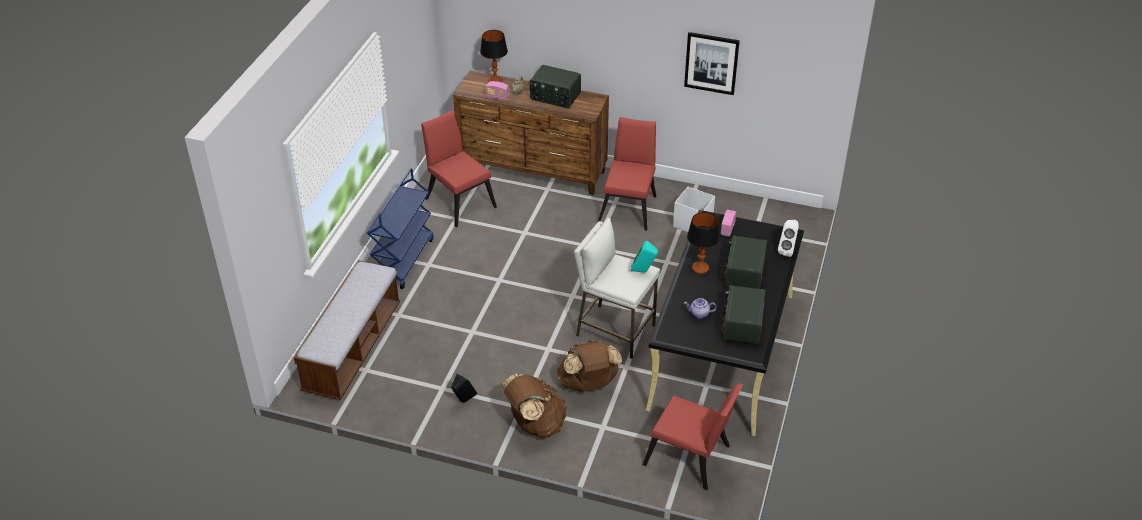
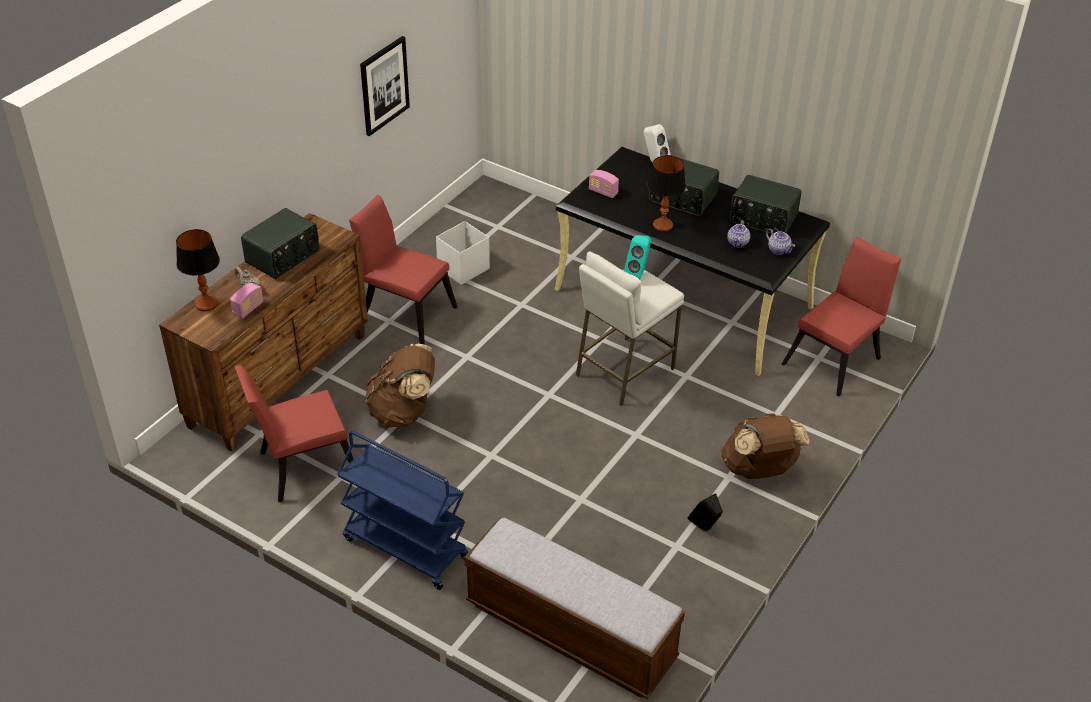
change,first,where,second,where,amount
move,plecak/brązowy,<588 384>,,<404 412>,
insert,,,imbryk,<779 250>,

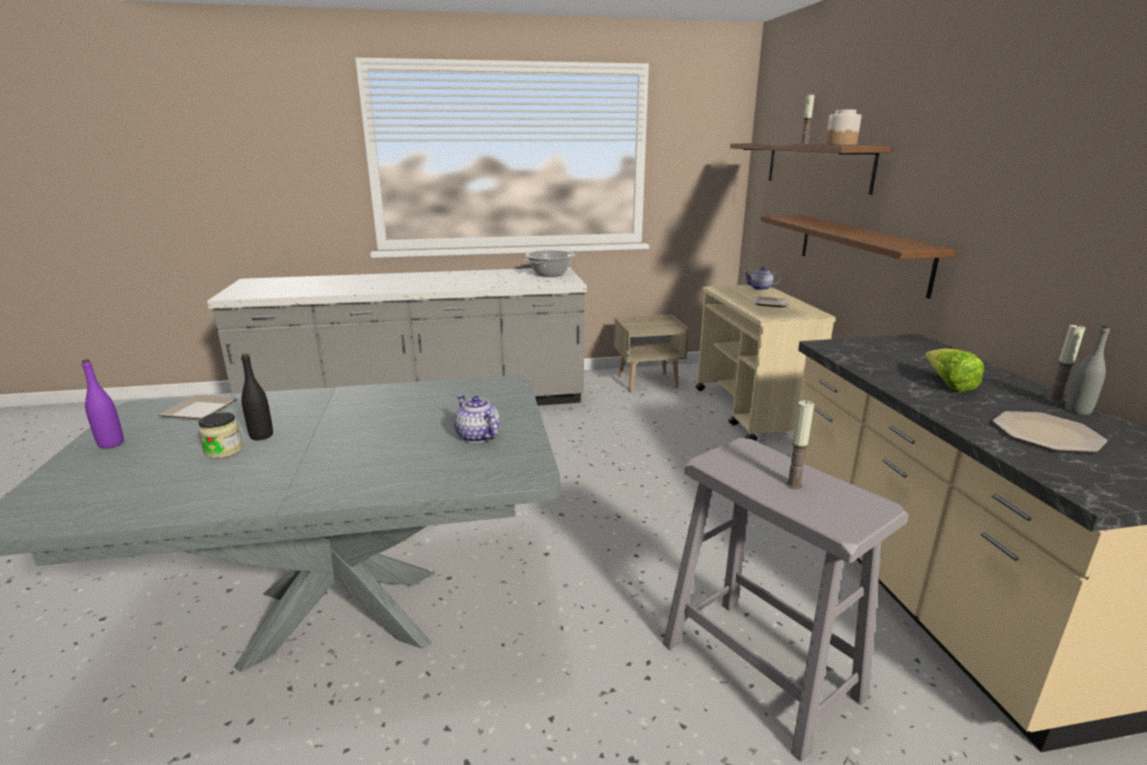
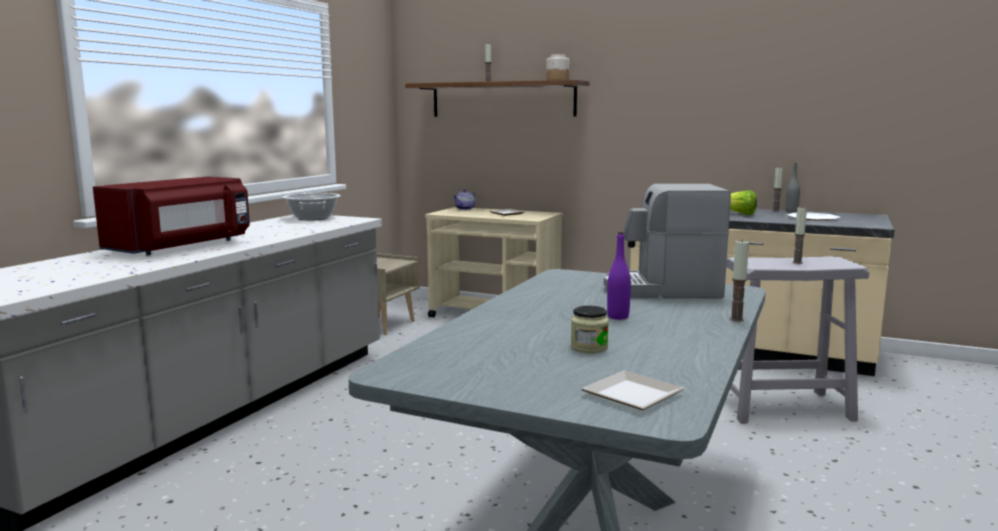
change,first,where,second,where,amount
insert,,,mikrofalówka/czerwony,<183 247>,
move,talerz,<197 411>,,<633 396>,
replace,imbryk,<477 436>,ekspres do kawy,<662 290>,
move,butelka/fioletowy,<111 444>,,<618 317>,
insert,,,świeca,<736 319>,
delete,butelka/czarny,<261 436>,,,
delete,półka,<860 251>,,,

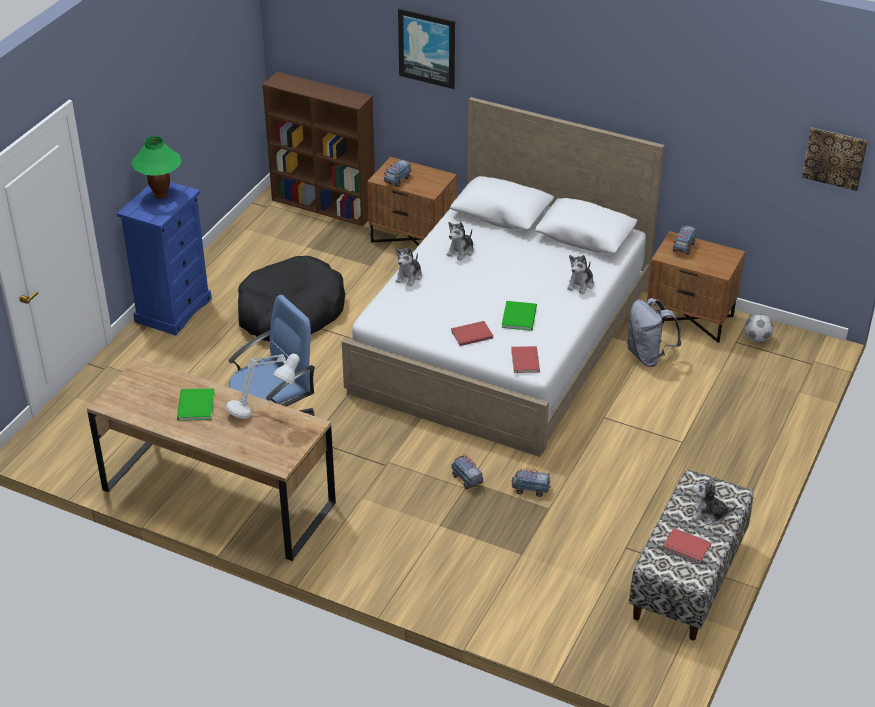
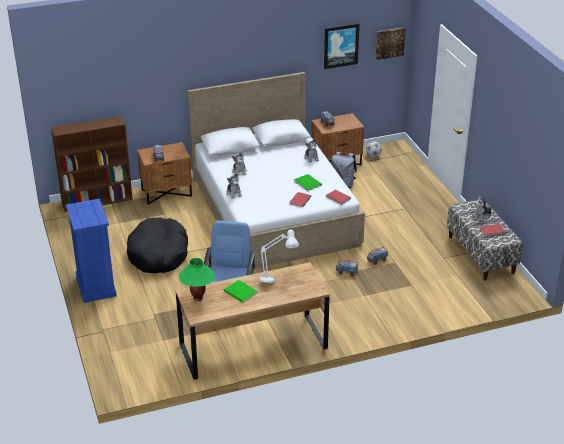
change,first,where,second,where,amount
move,lampa stołowa/zielony,<161 195>,,<198 298>,
move,obraz,<427 48>,,<341 45>,

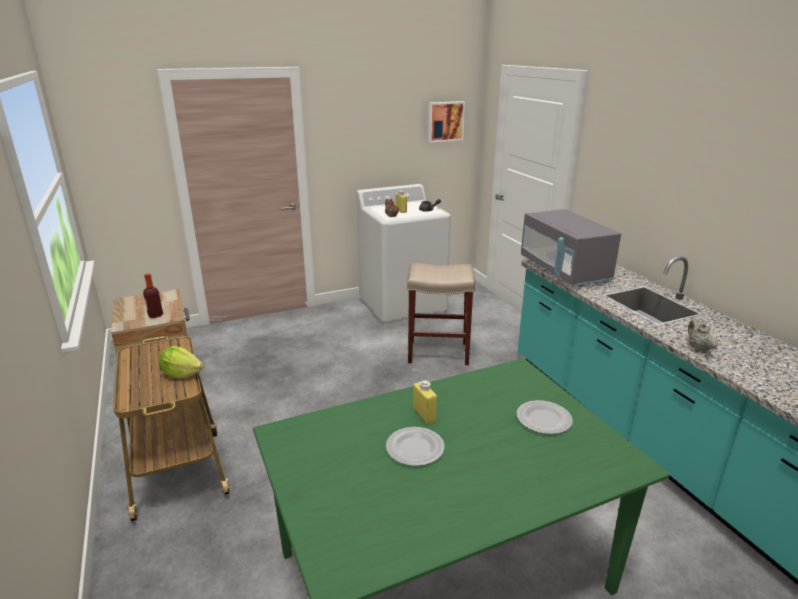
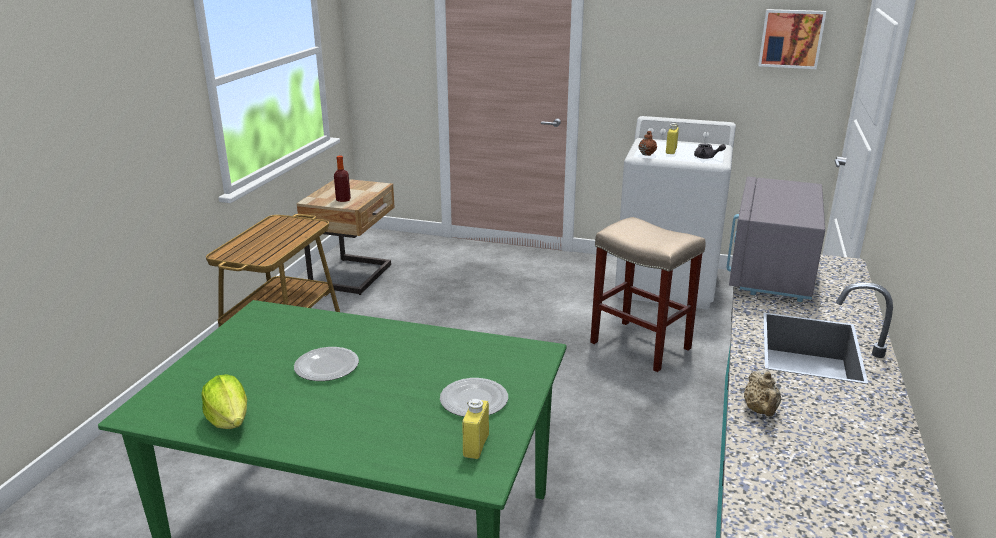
change,first,where,second,where,amount
move,sałata,<181 374>,,<229 420>,
move,butelka/żółty,<424 415>,,<476 446>,
rotate,imbryk/beżowy,<698 348>,,<760 411>,150 degrees clockwise

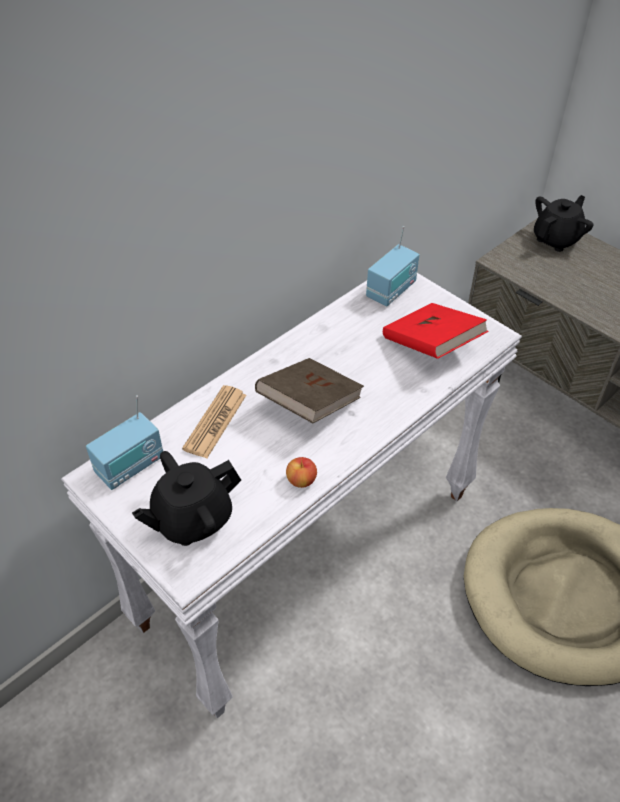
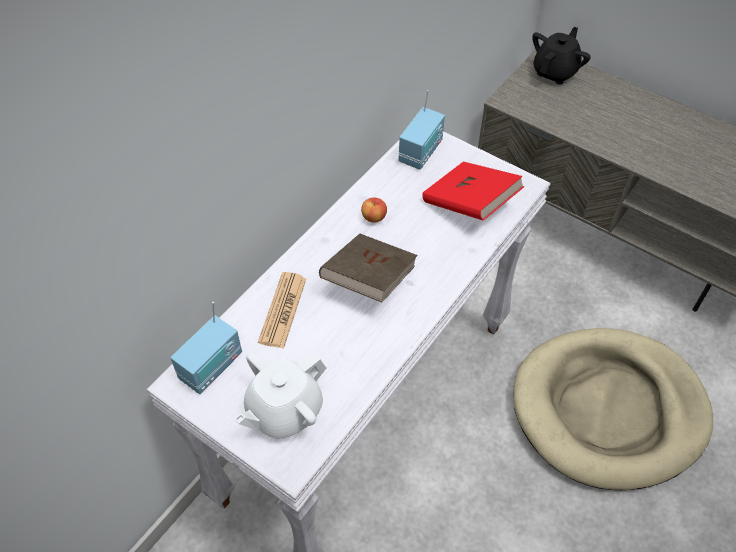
change,first,where,second,where,amount
recolor,imbryk/czarny,<192 519>,imbryk/biały,<284 411>,
move,jabłko,<301 480>,,<374 217>,

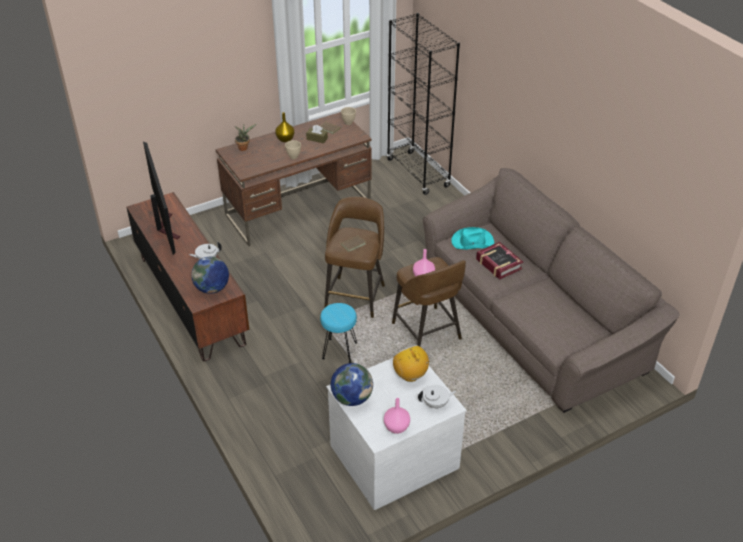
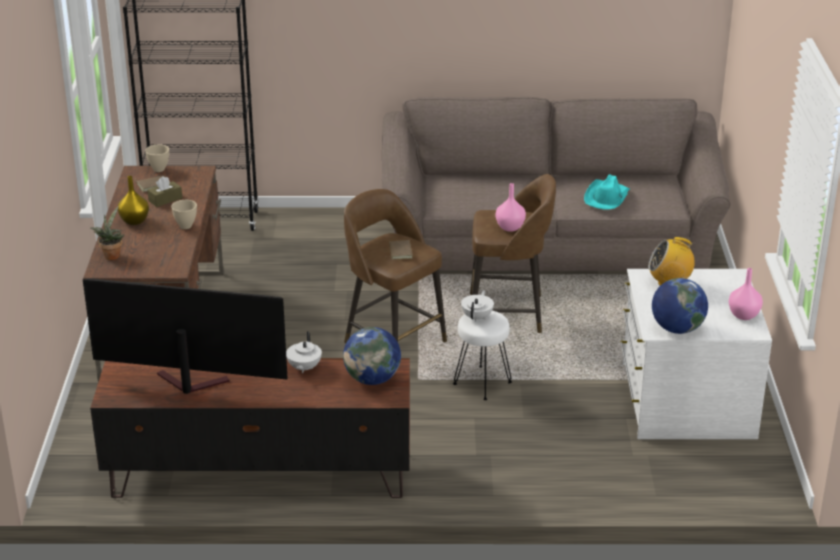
change,first,where,second,where,amount
recolor,stołek/turkusowy,<339 350>,stołek/biały,<481 383>,
move,imbryk/biały,<436 404>,,<477 317>,
move,kapelusz/turkusowy,<472 242>,,<606 197>,
delete,książka,<498 264>,,,

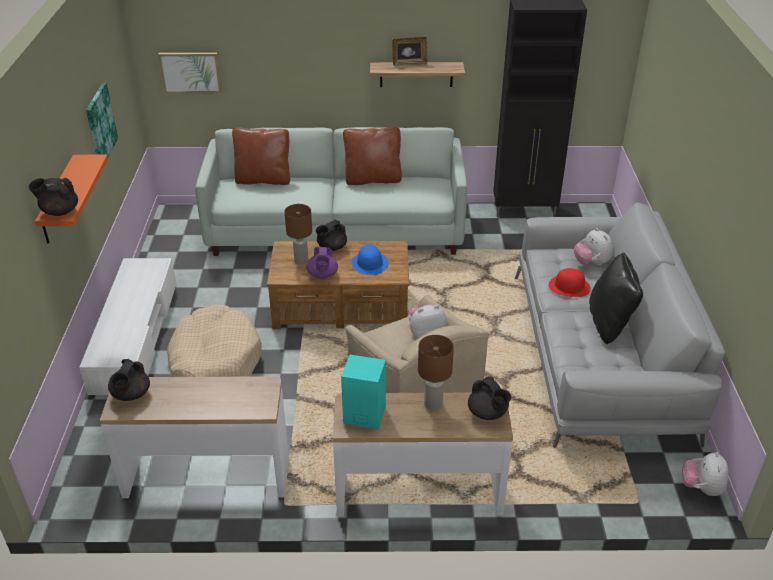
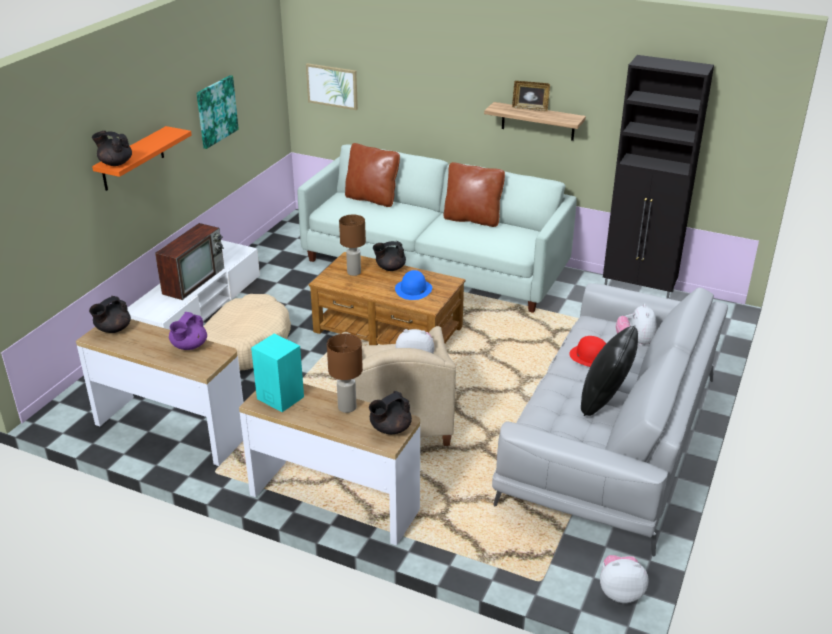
change,first,where,second,where,amount
insert,,,telewizor,<194 280>,
move,imbryk/fioletowy,<322 275>,,<189 346>,
rotate,imbryk/czarny,<488 413>,,<390 429>,60 degrees clockwise
rotate,pluszak,<701 488>,,<620 592>,60 degrees clockwise

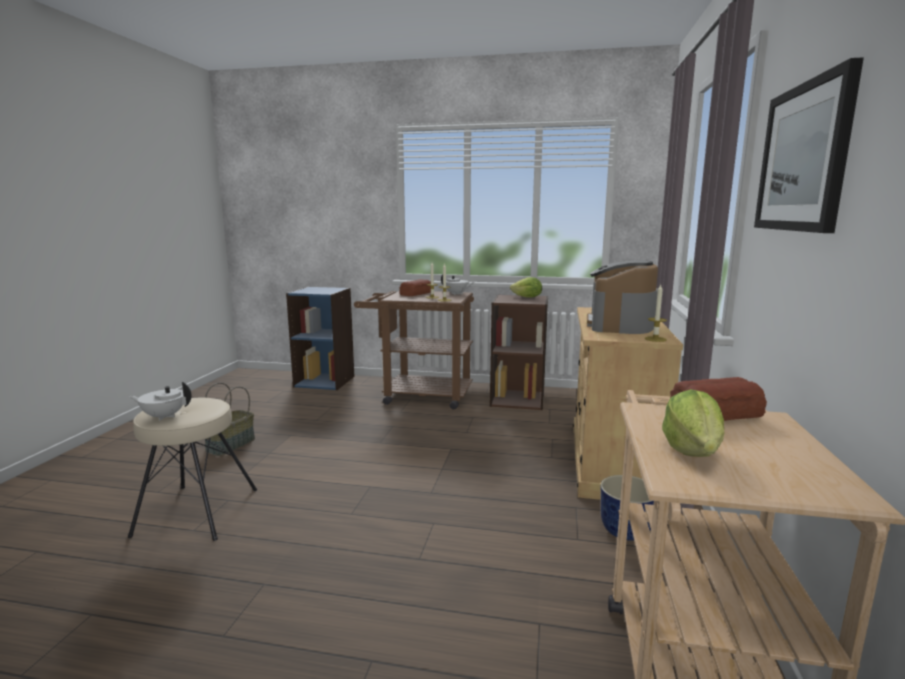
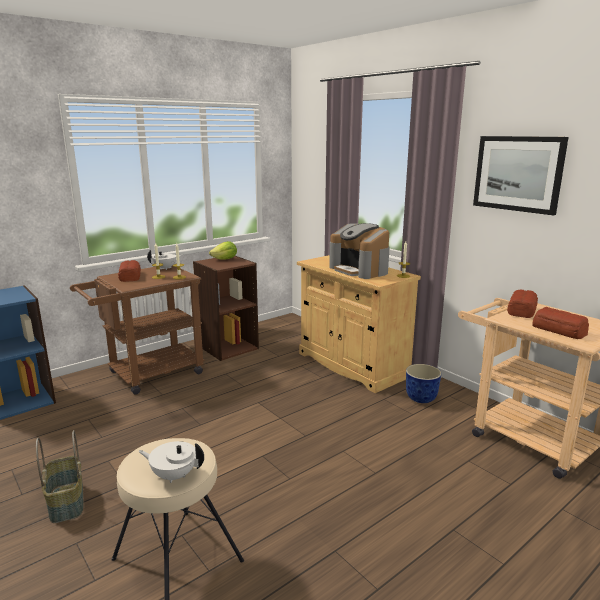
change,first,where,second,where,amount
rotate,imbryk/biały,<164 416>,,<174 475>,60 degrees clockwise
replace,sałata,<692 450>,chleb,<558 330>,

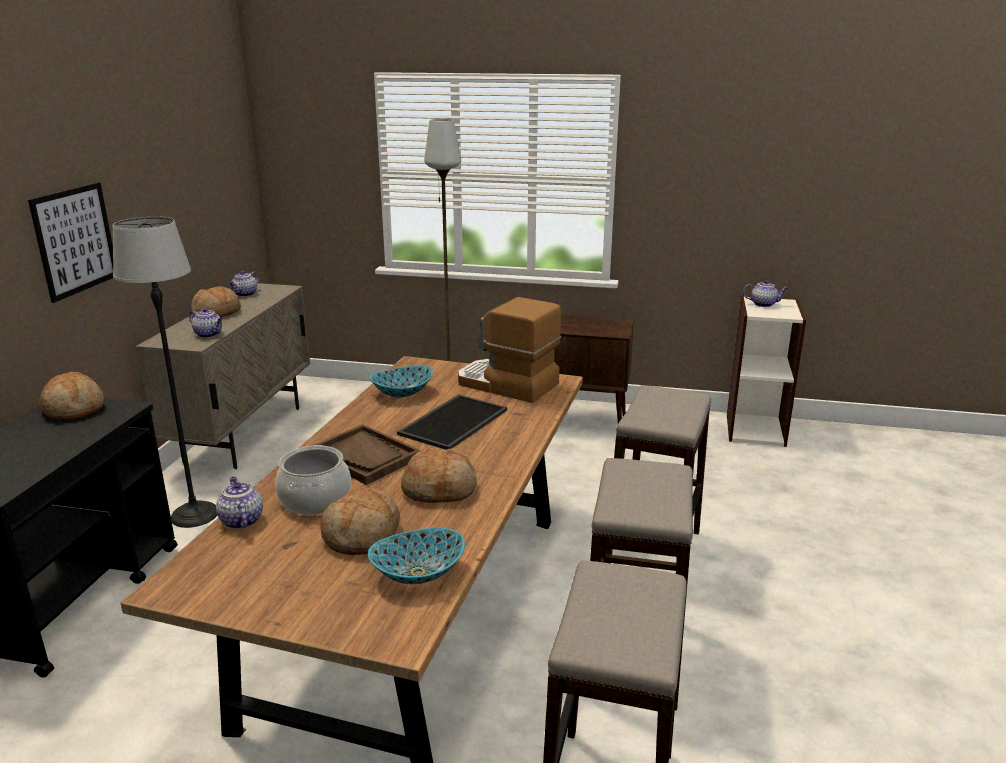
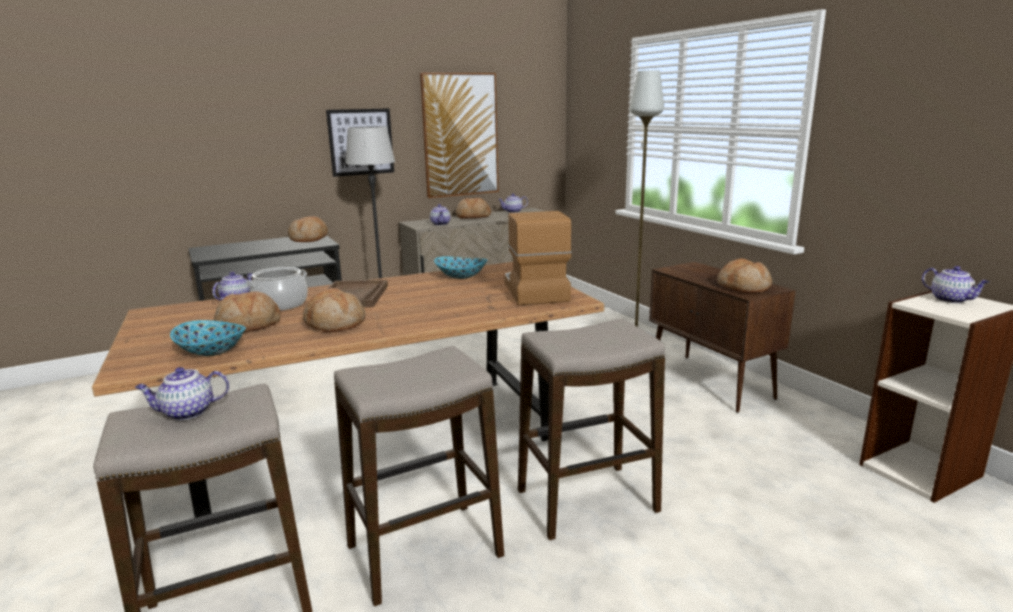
change,first,where,second,where,amount
insert,,,imbryk,<187 413>,
insert,,,obraz,<460 135>,
insert,,,chleb,<743 287>,
delete,taca,<453 421>,,,

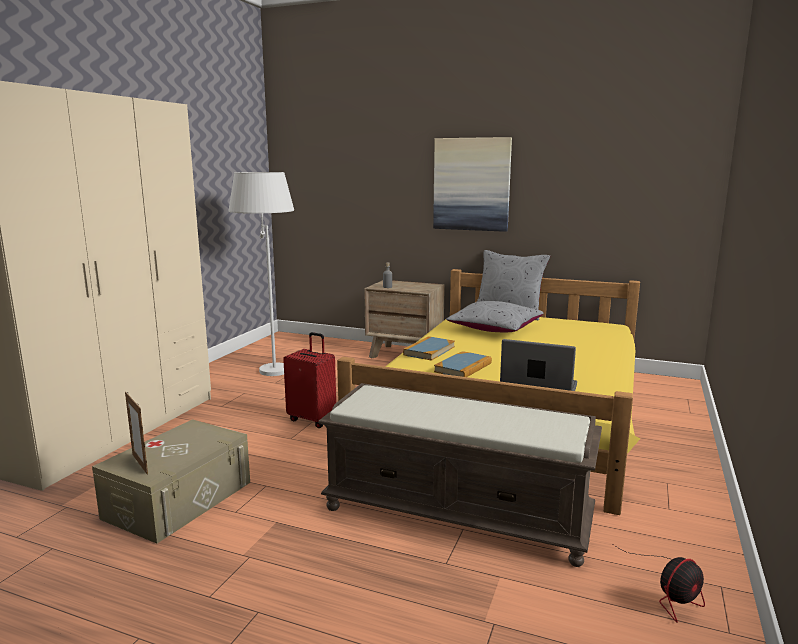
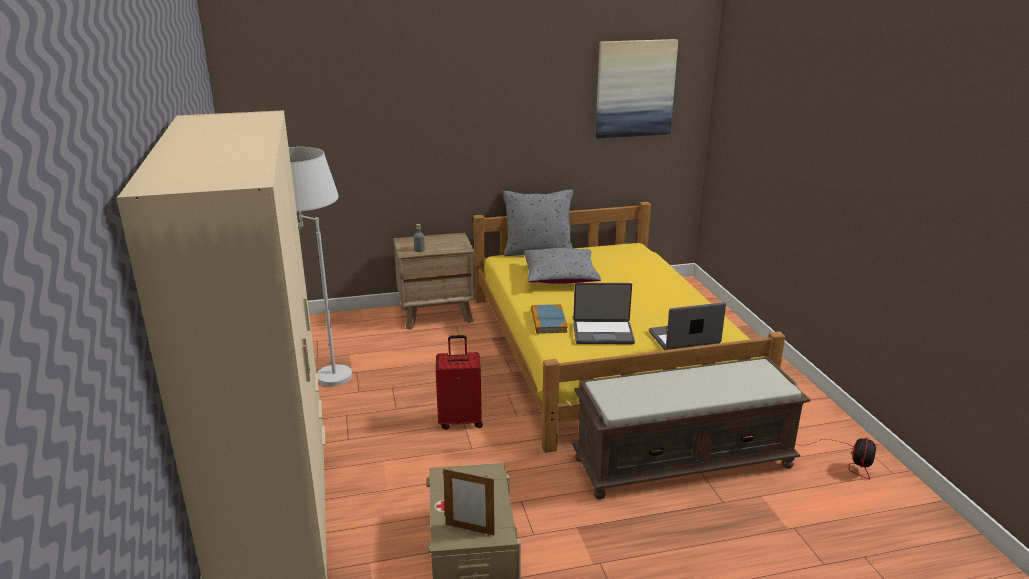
change,first,where,second,where,amount
replace,książka,<463 367>,laptop,<603 333>,
move,obraz,<471 184>,,<635 88>,

